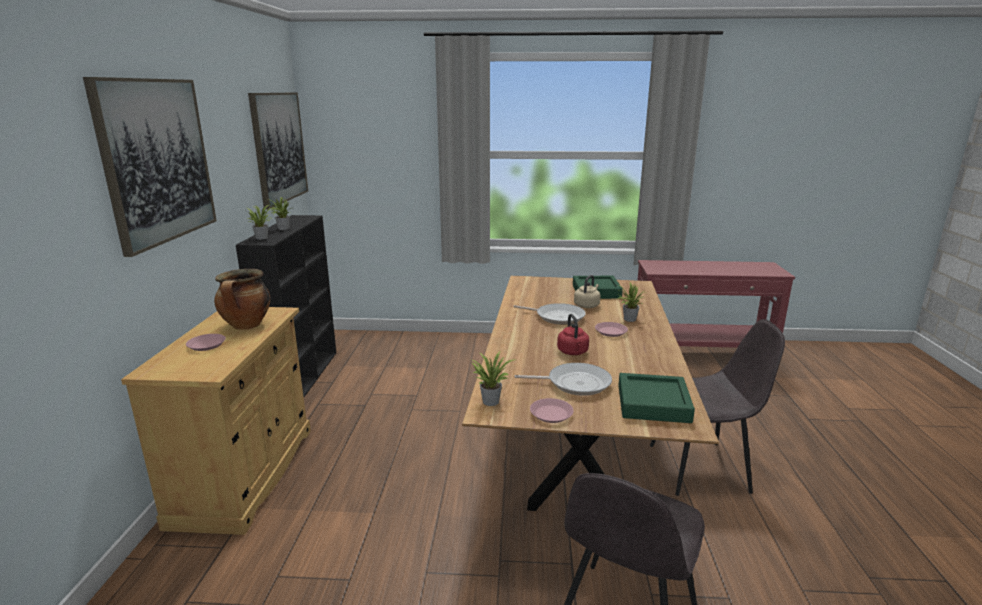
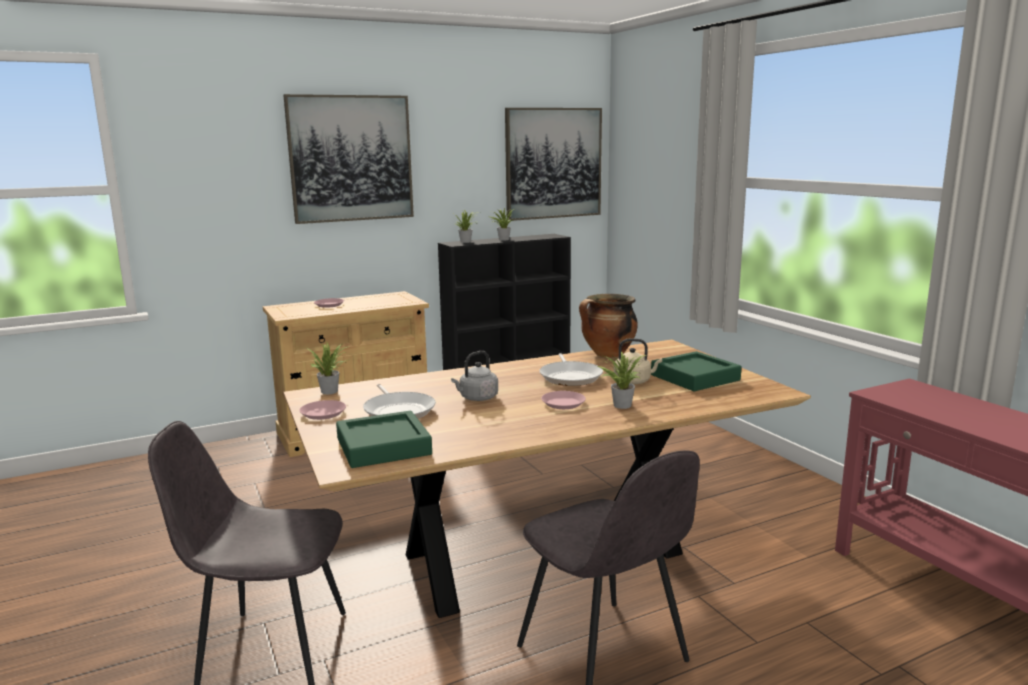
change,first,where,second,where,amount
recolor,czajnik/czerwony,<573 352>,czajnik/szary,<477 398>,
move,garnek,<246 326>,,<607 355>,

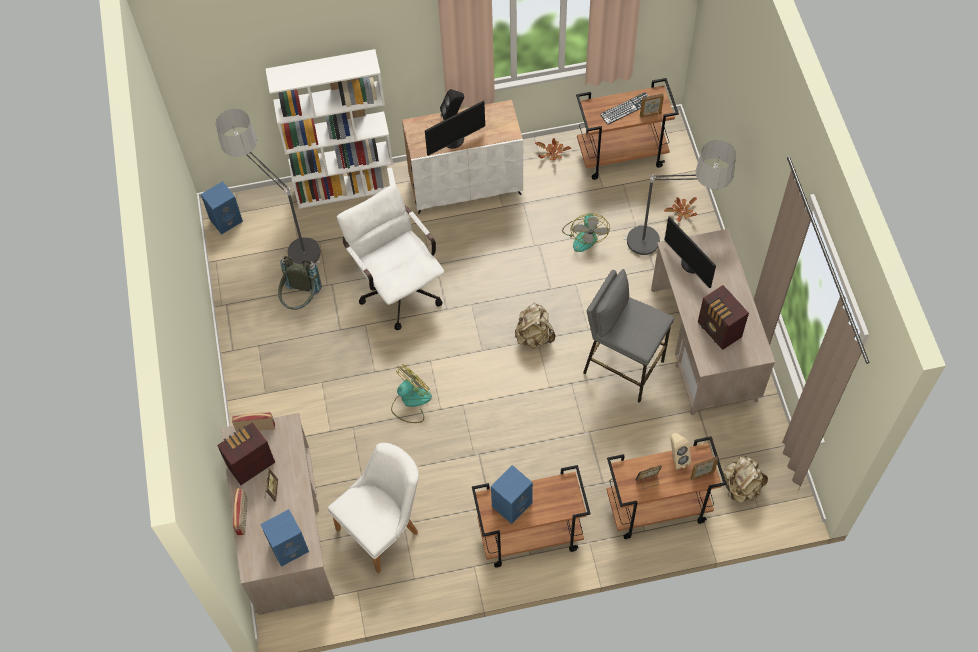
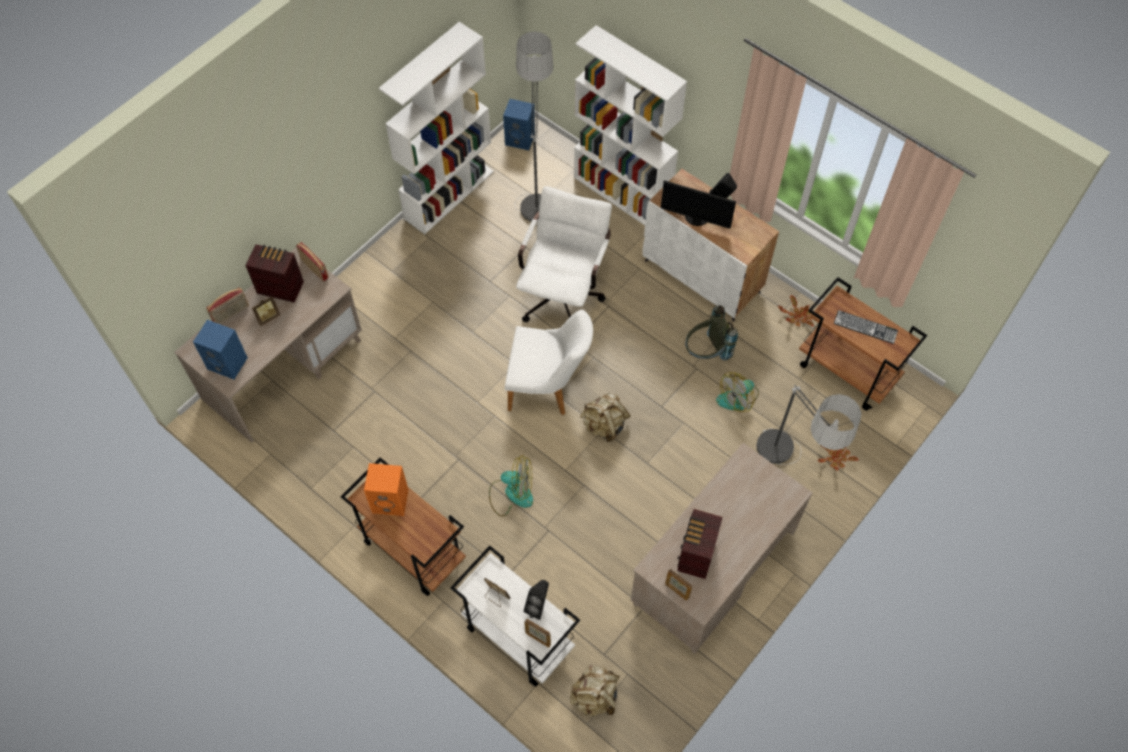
change,first,where,second,where,amount
recolor,głośnik/niebieski,<512 503>,głośnik/pomarańczowy,<391 500>,
insert,,,regał/biały,<449 194>,
recolor,wózek/brązowy,<657 509>,wózek/biały,<517 636>,
move,wentylator,<410 402>,,<511 493>,
move,krzesło/biały,<384 527>,,<548 388>,
recolor,głośnik/beżowy,<676 458>,głośnik/czarny,<538 605>,
move,ramka na zdjęcie,<650 114>,,<676 591>,
move,plecak/szary,<300 300>,,<706 352>,
delete,stołek/szary,<623 367>,,,
delete,monitor,<691 264>,,,

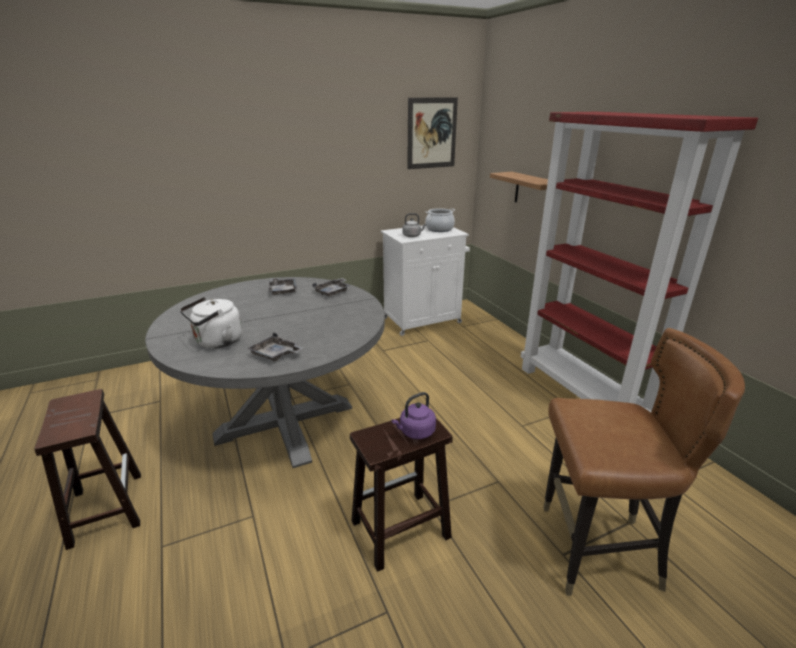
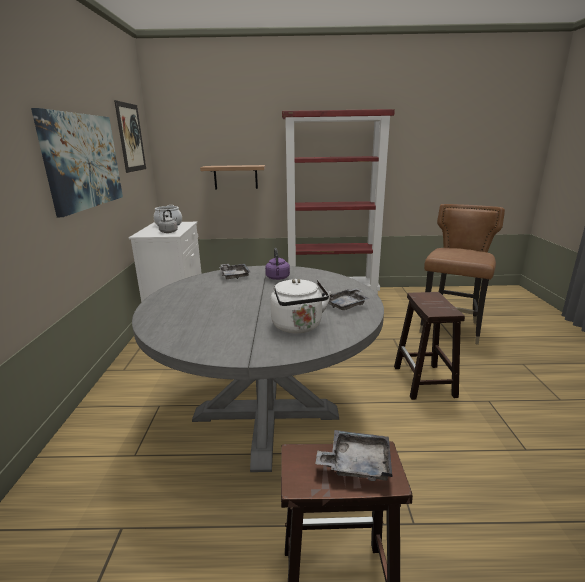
change,first,where,second,where,amount
insert,,,obraz,<83 161>,
move,czajnik/fioletowy,<415 432>,,<278 278>,
move,taca/szary,<282 290>,,<356 463>,

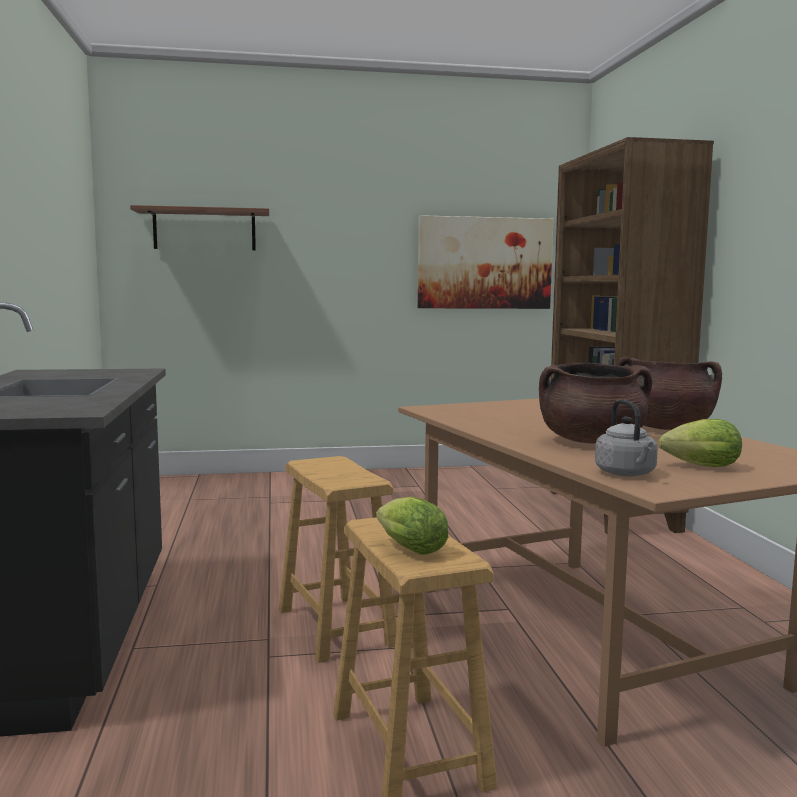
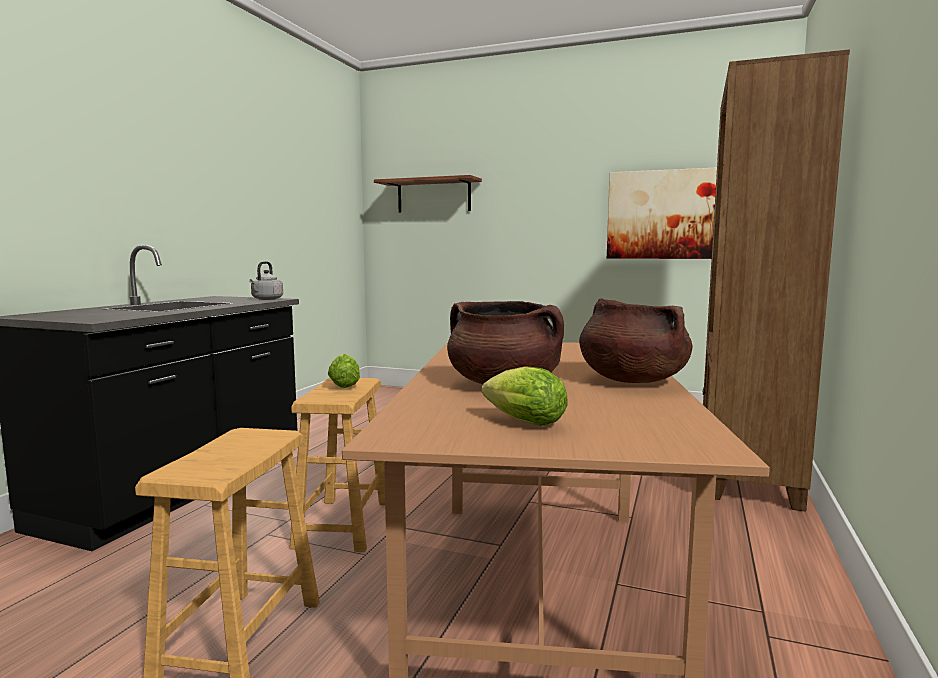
change,first,where,second,where,amount
move,czajnik/szary,<626 474>,,<266 299>,
move,sałata,<407 548>,,<344 385>,

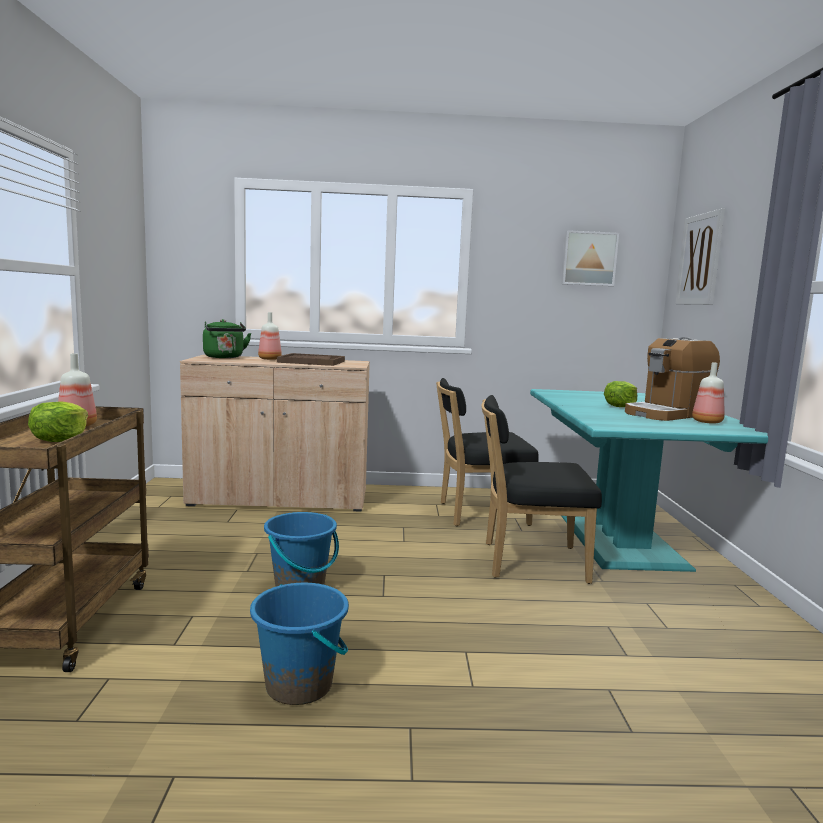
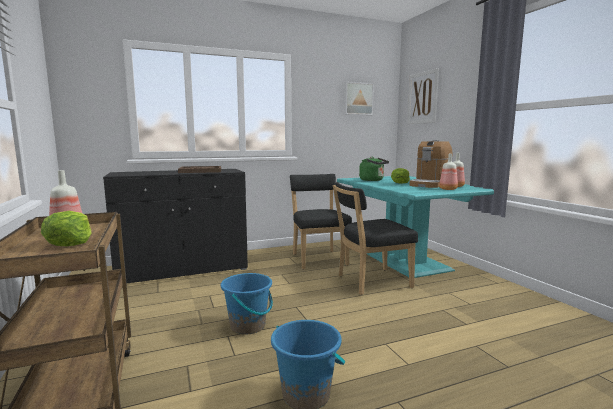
change,first,where,second,where,amount
recolor,szafka/beżowy,<279 499>,szafka/czarny,<183 270>,
rotate,krzesło/czarny,<478 513>,,<318 258>,105 degrees clockwise
move,czajnik/zielony,<224 357>,,<373 180>,
move,butelka,<270 359>,,<448 189>,

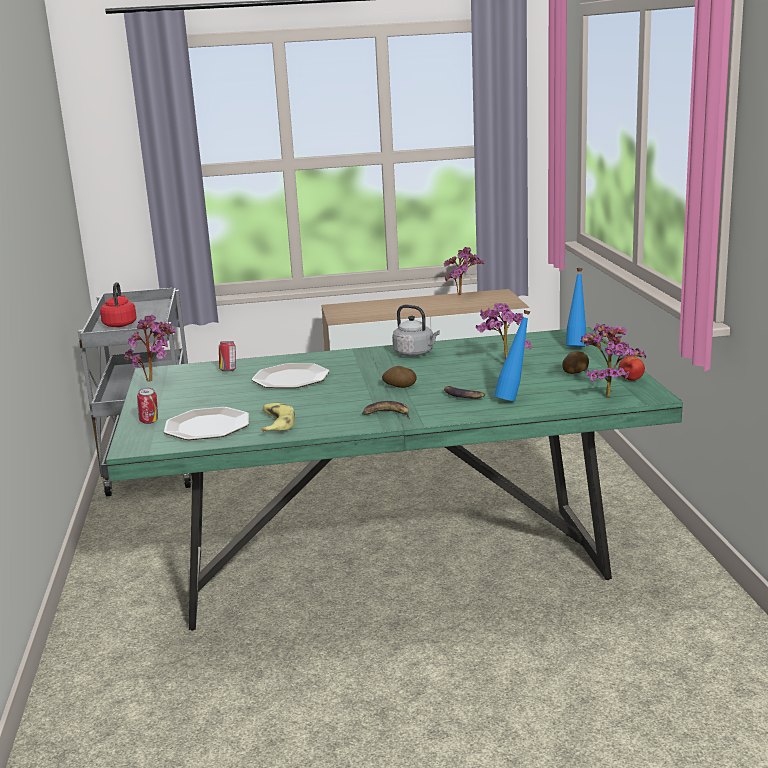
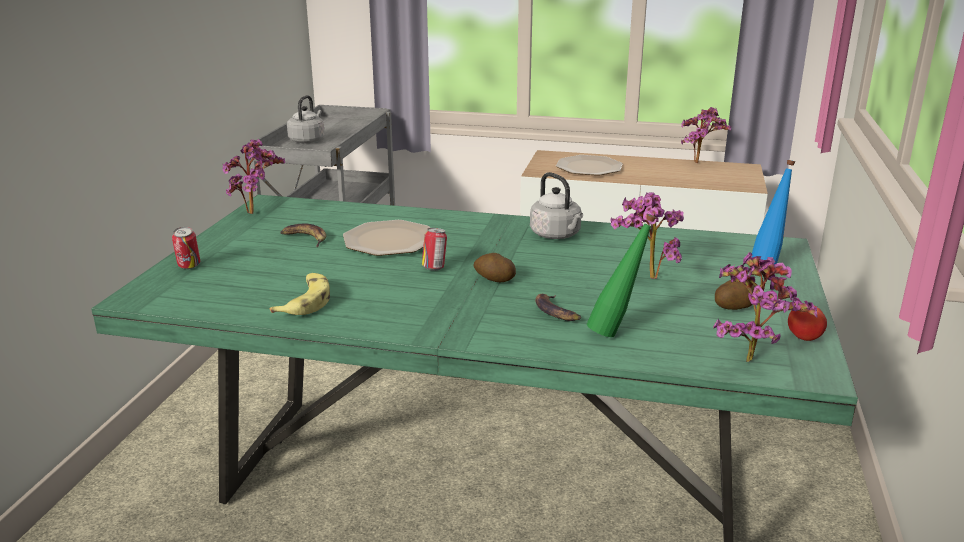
change,first,where,second,where,amount
move,banan,<386 414>,,<305 238>,
recolor,czajnik/czerwony,<120 324>,czajnik/szary,<308 140>,
move,puszka,<228 370>,,<434 268>,
move,talerz,<206 426>,,<588 167>,
recolor,butelka/niebieski,<513 398>,butelka/zielony,<616 332>,

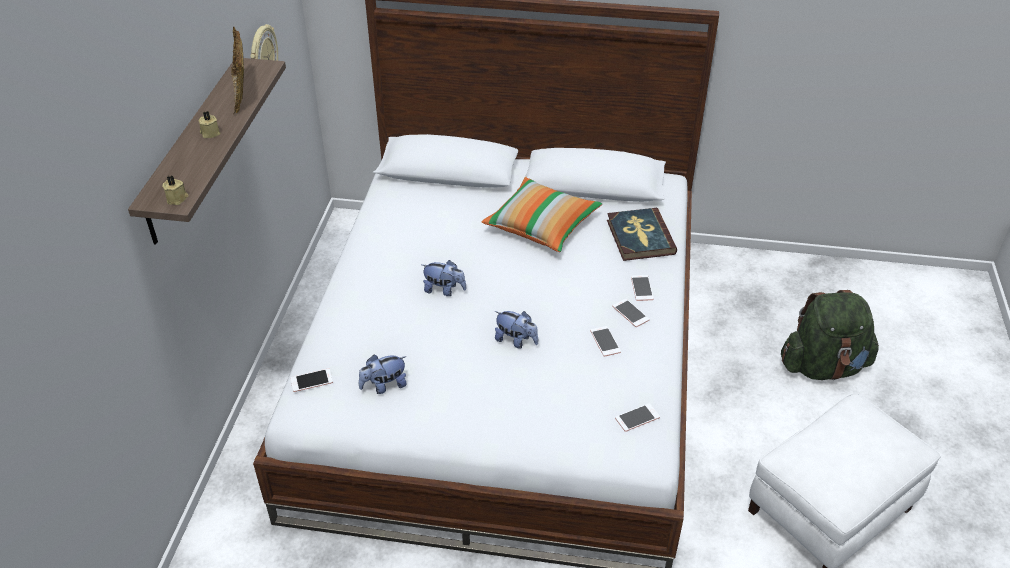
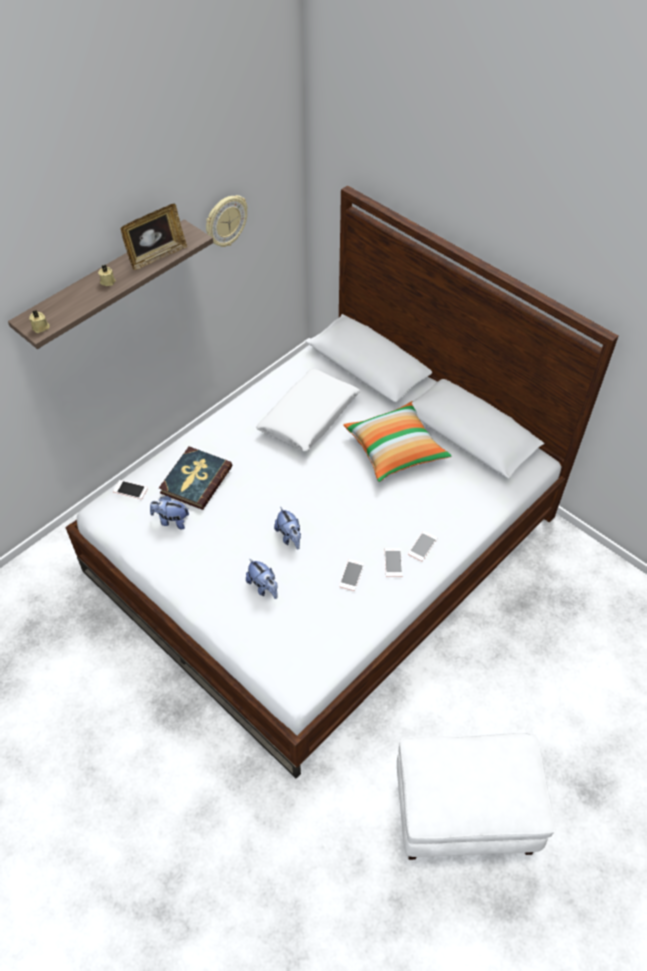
change,first,where,second,where,amount
rotate,ramka na zdjęcie,<241 94>,,<157 256>,150 degrees counterclockwise
move,książka,<640 237>,,<195 480>,
move,pluszak,<444 290>,,<263 587>,
insert,,,poduszka/biały,<309 417>,
delete,telefon,<637 418>,,,
delete,plecak/zielony,<823 366>,,,

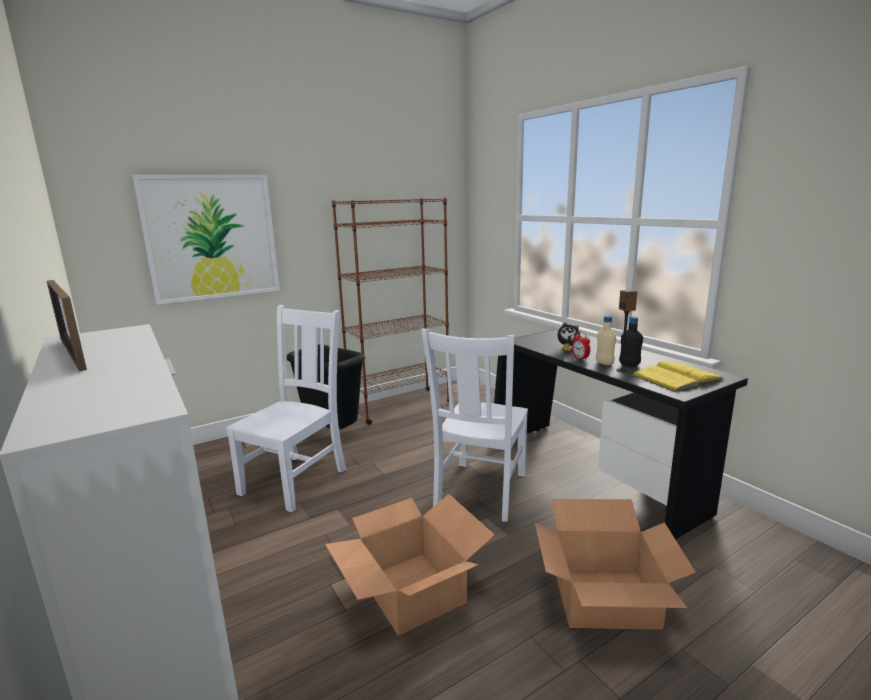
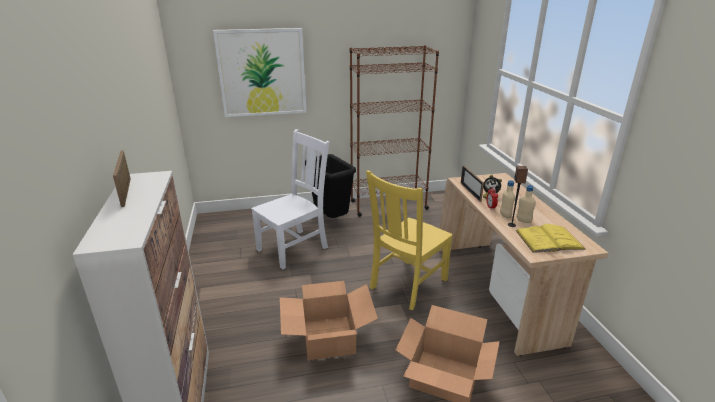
change,first,where,second,where,amount
recolor,krzesło/biały,<480 492>,krzesło/żółty,<407 285>,
recolor,biurko/czarny,<592 475>,biurko/beżowy,<497 292>,
insert,,,ramka na zdjęcie,<470 192>,
recolor,butelka/czarny,<629 365>,butelka/beżowy,<523 221>,

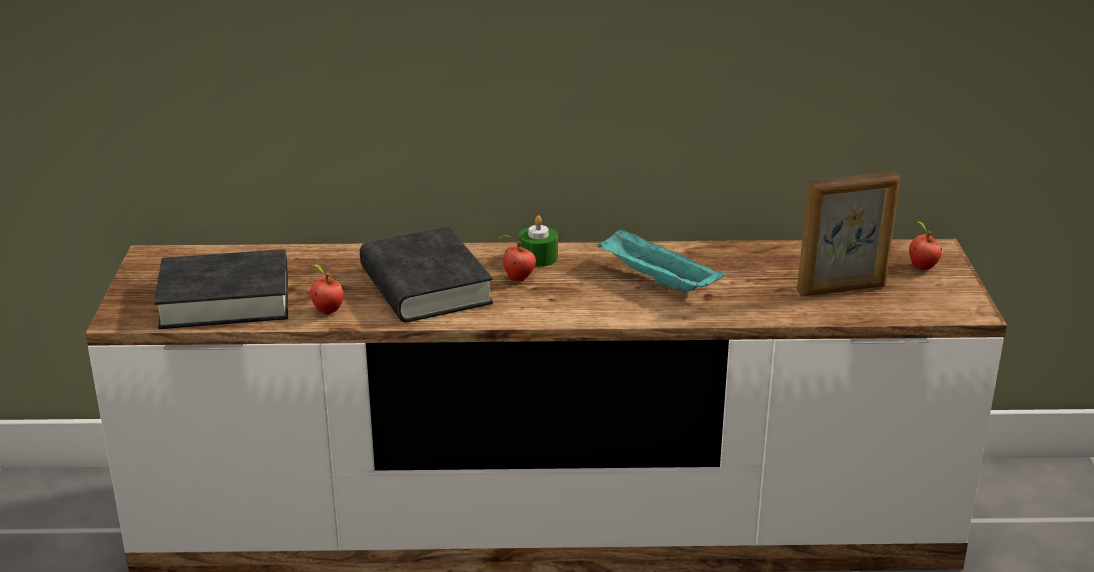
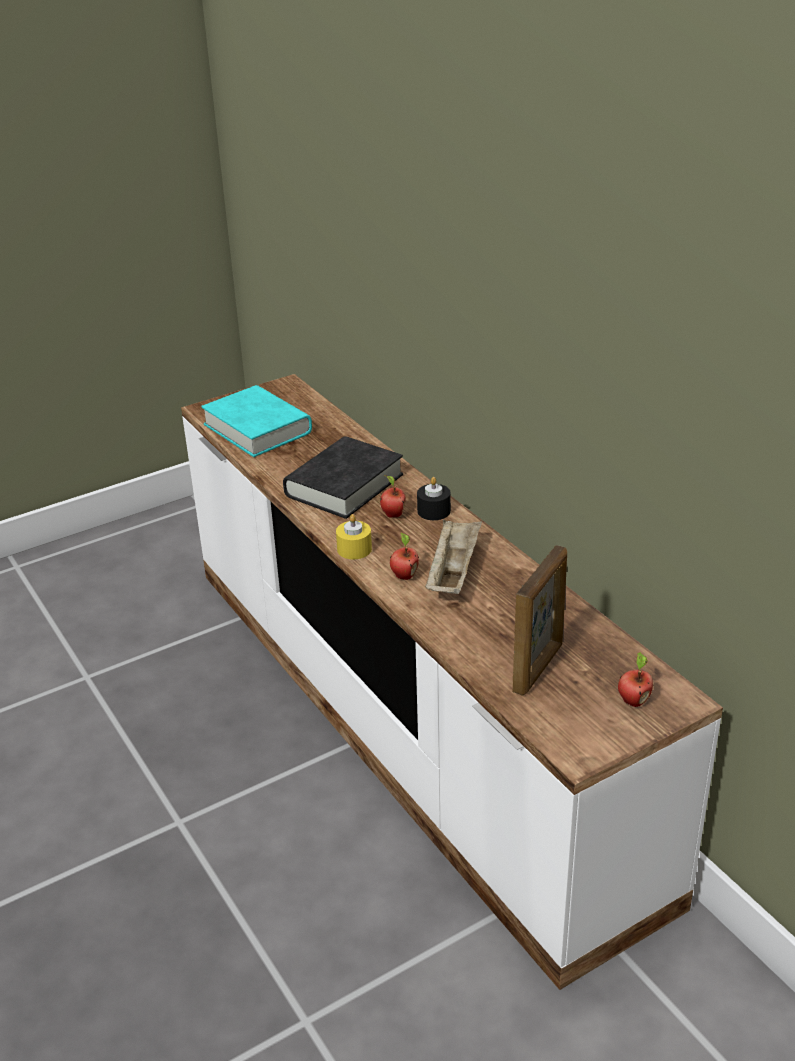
change,first,where,second,where,amount
recolor,książka/czarny,<225 300>,książka/turkusowy,<257 428>,
insert,,,świeca/żółty,<354 549>,
move,jabłko,<326 311>,,<404 575>,
recolor,świeca/zielony,<538 257>,świeca/czarny,<434 511>,
recolor,taca/turkusowy,<655 280>,taca/beżowy,<453 572>,
rotate,ramka na zdjęcie,<842 289>,,<538 668>,105 degrees counterclockwise

